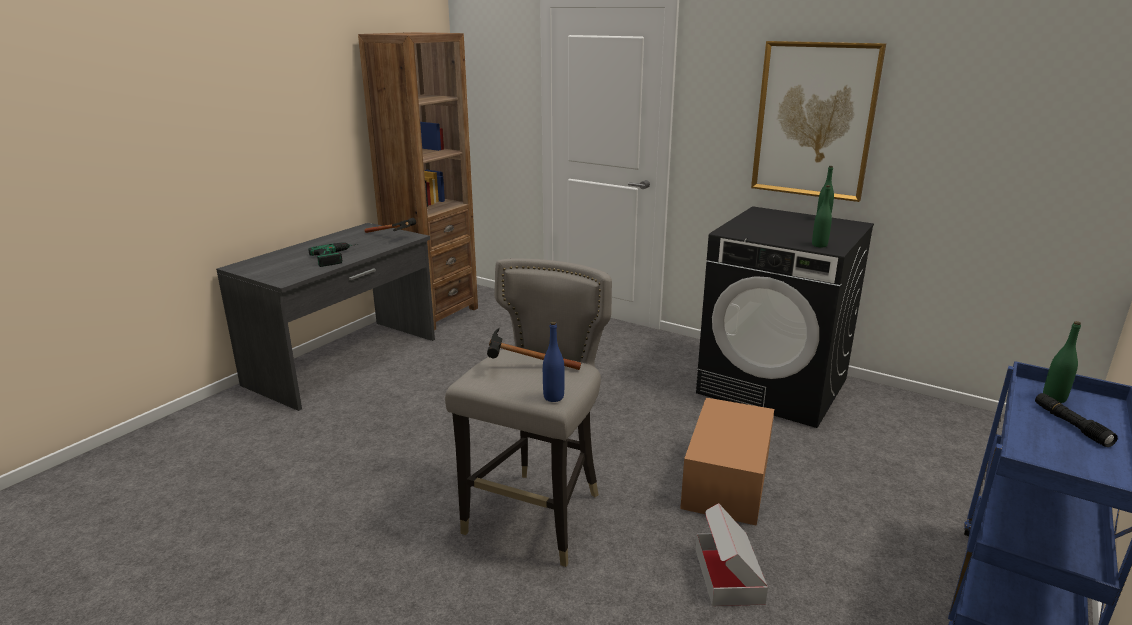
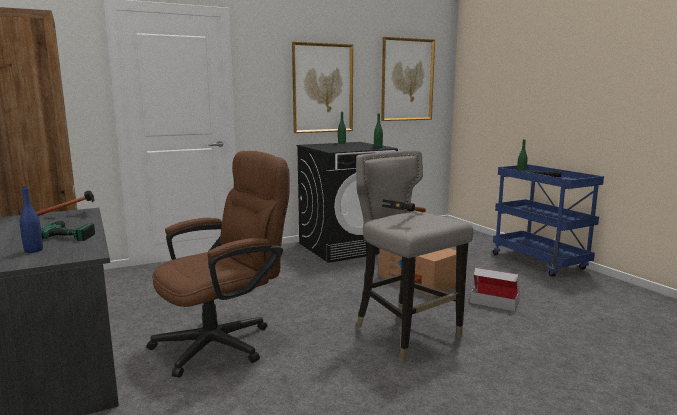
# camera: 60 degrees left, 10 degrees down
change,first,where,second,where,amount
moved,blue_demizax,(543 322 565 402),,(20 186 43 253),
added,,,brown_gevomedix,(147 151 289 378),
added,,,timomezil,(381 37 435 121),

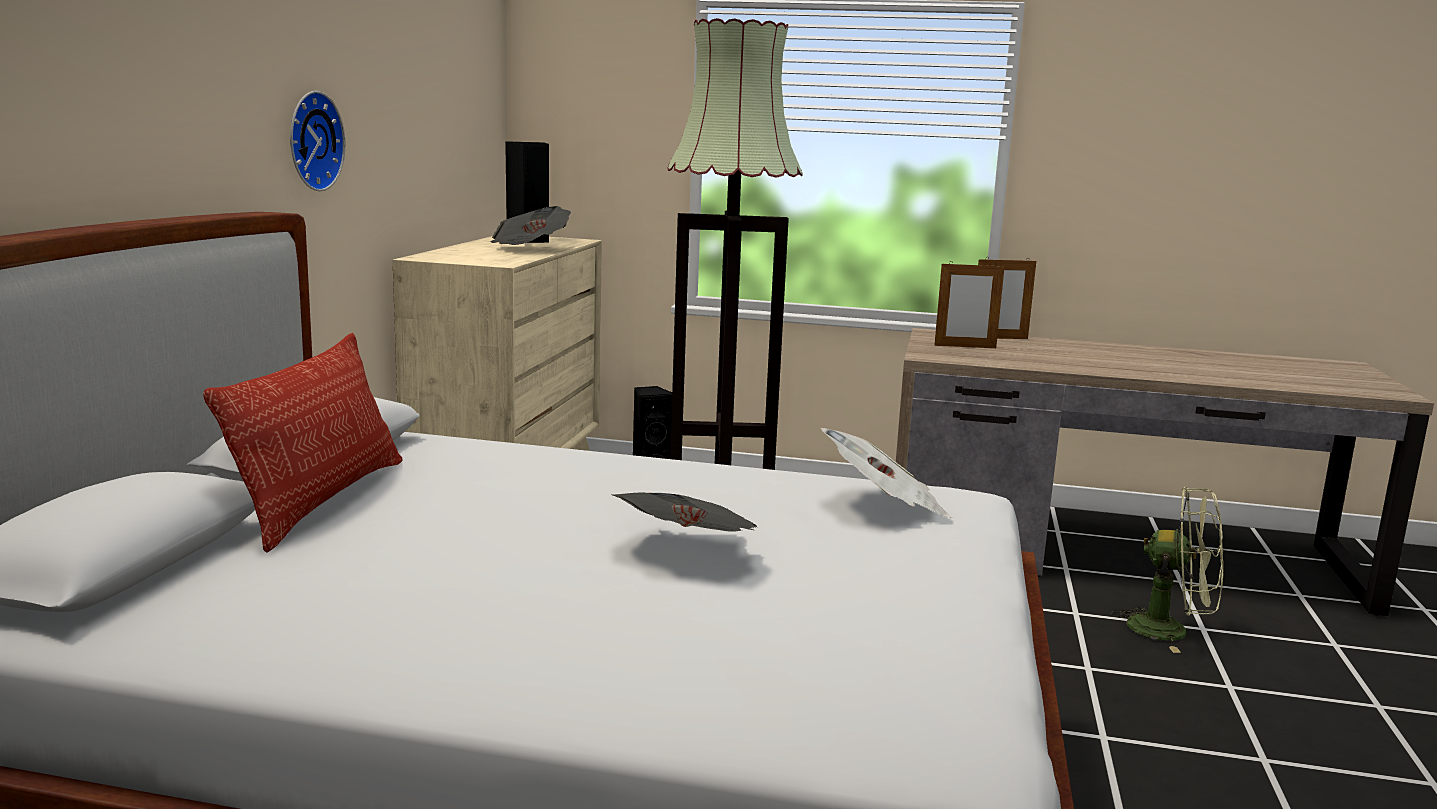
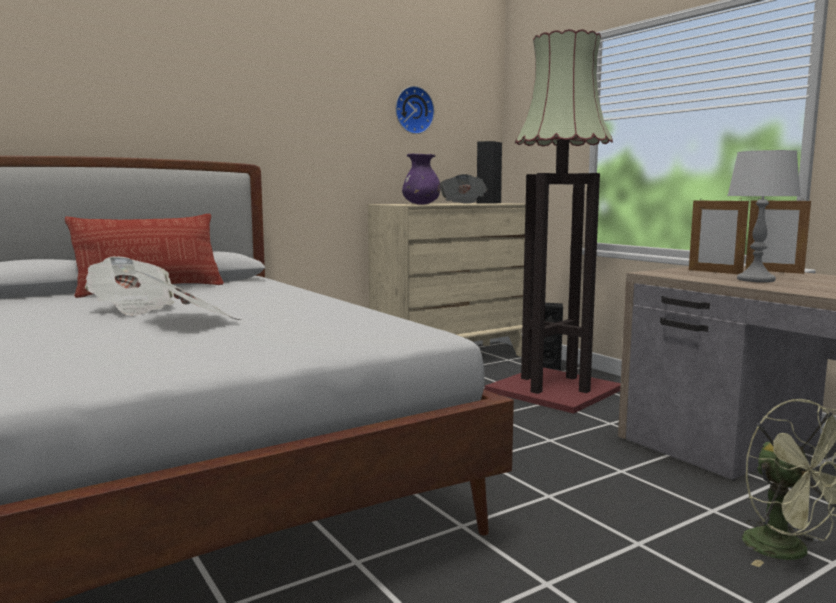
# camera: 45 degrees right, 5 degrees down
change,first,where,second,where,amount
moved,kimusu,(290 91 345 191),,(395 86 435 134),
moved,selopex,(821 428 953 518),,(85 256 174 316),
added,,,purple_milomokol,(402 154 440 205),
added,,,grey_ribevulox,(727 150 801 282),

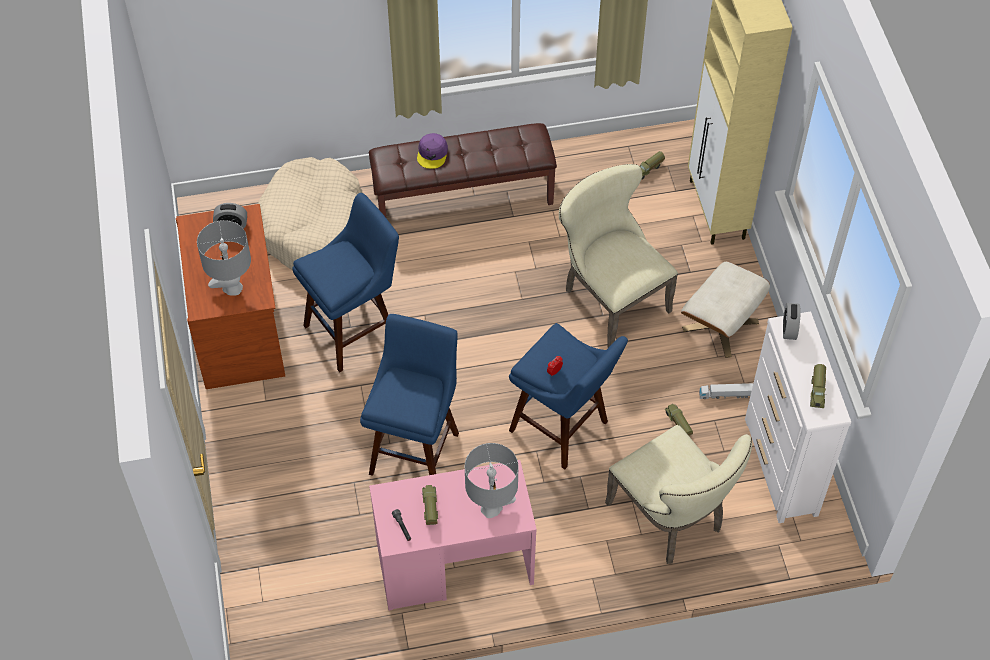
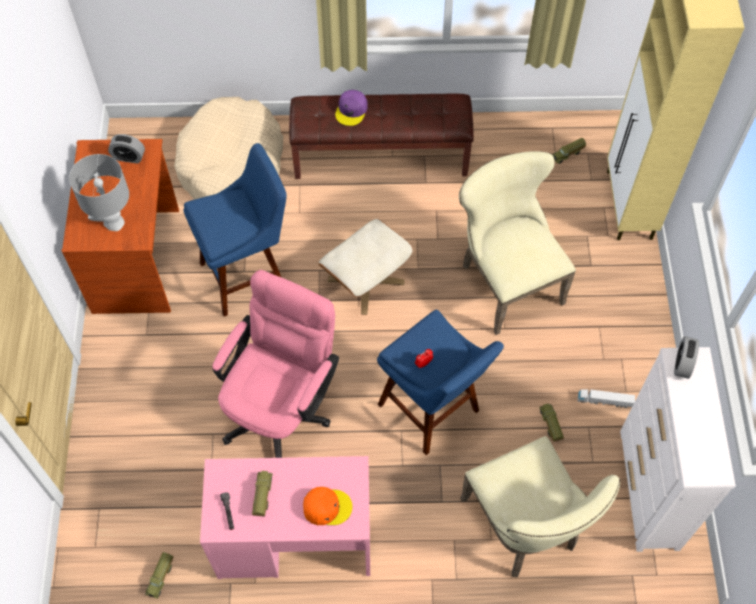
# camera: 10 degrees right, 5 degrees up
change,first,where,second,where,amount
replaced,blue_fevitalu,(360 314 459 476),pink_gevomedix,(212 270 339 458),
replaced,grey_ribevulox,(465 443 518 518),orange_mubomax,(303 487 352 525),
moved,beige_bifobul,(681 261 770 358),,(318 219 413 315),
moved,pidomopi,(810 364 827 408),,(145 552 174 599),

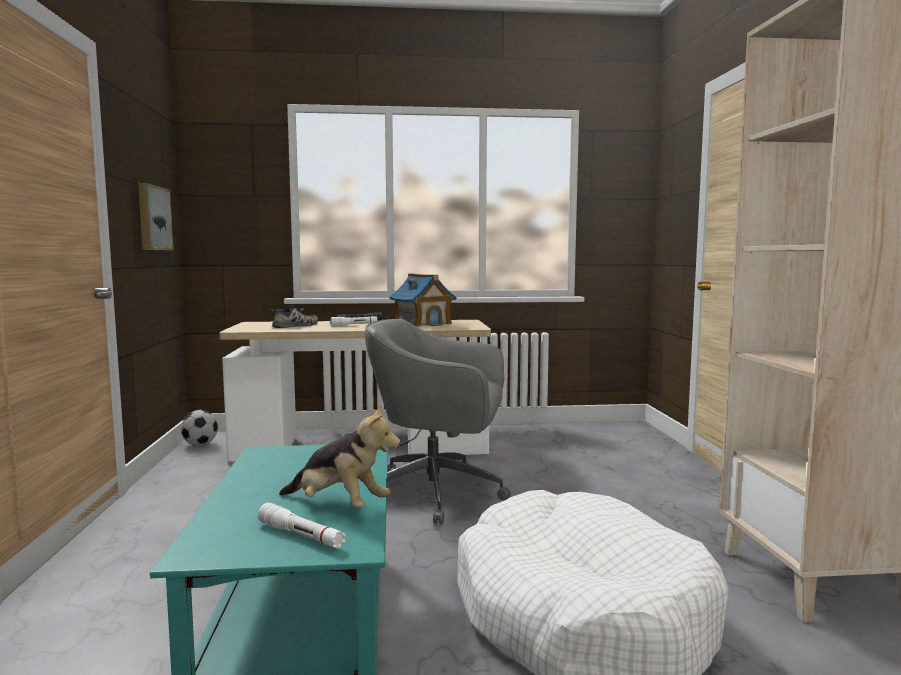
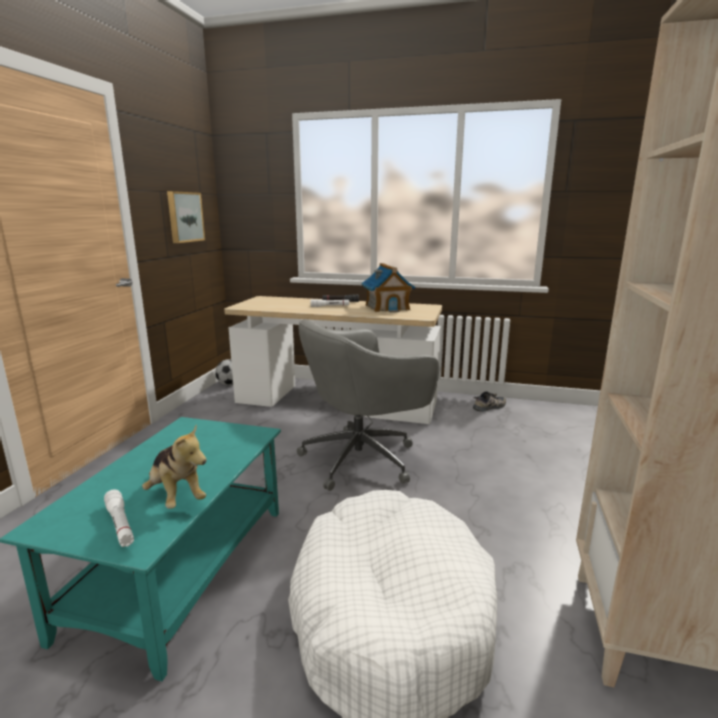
# camera: 20 degrees right, 10 degrees up
change,first,where,second,where,amount
moved,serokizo,(271 306 318 328),,(473 391 506 412),
turned,grey_gevomedix,(364 319 511 525),,(297 319 439 491),60 degrees counterclockwise

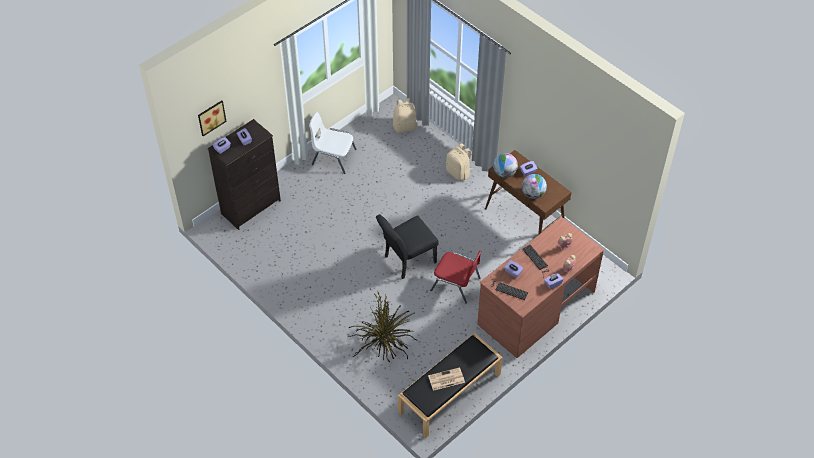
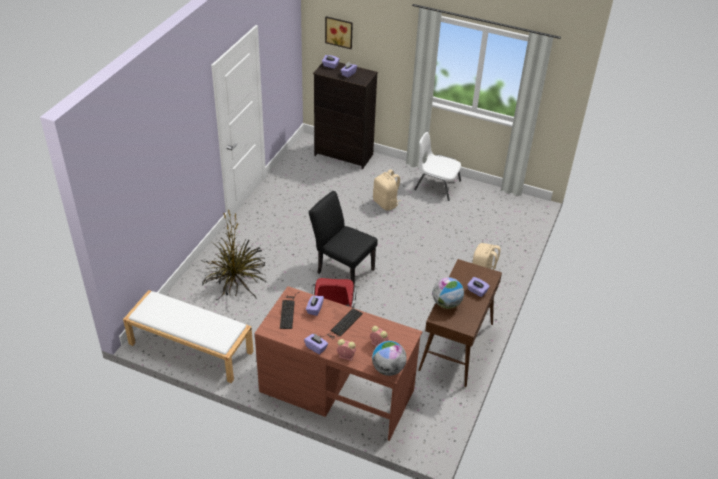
# camera: 65 degrees right, 10 degrees down
change,first,where,second,where,amount
turned,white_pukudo,(309 112 357 174),,(414 132 461 201),60 degrees counterclockwise
moved,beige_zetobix,(393 98 417 133),,(373 169 401 210),
recoloured,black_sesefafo,(398 333 503 438),white_sesefafo,(123 290 253 383),
removed,selopex,(428 367 465 391),,,
moved,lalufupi,(493 153 518 178),,(372 341 407 376),

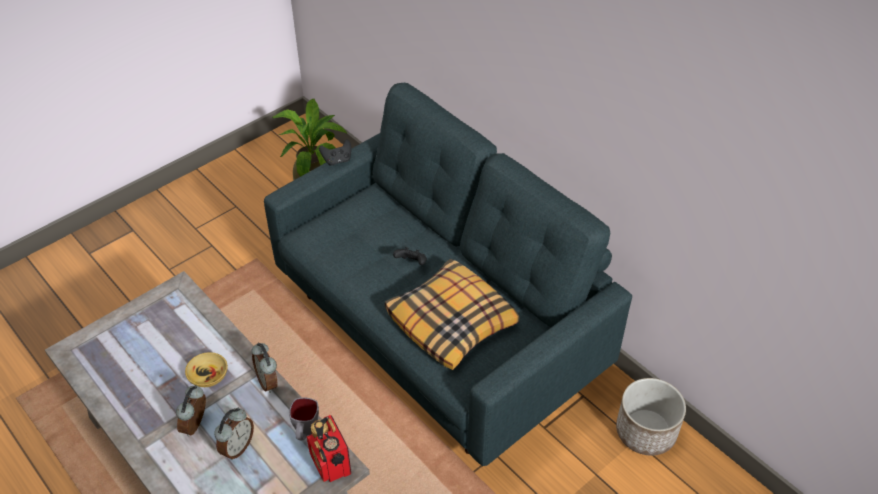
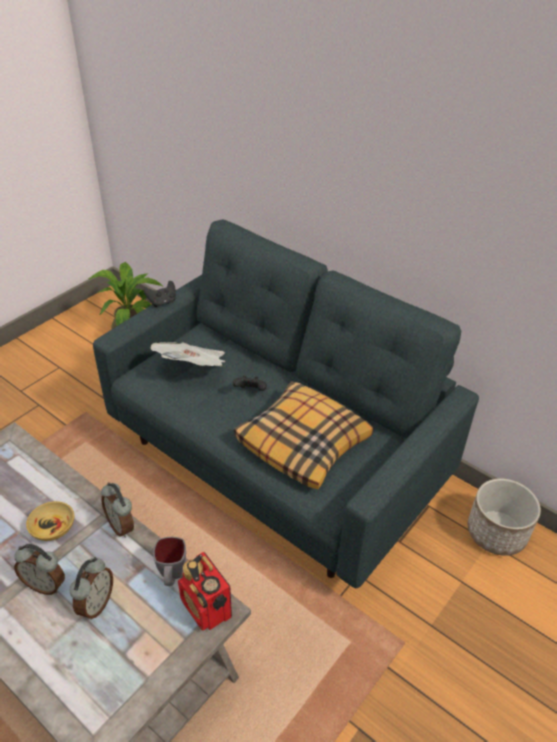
# camera: 10 degrees left, 5 degrees down
change,first,where,second,where,amount
turned,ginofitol,(176 385 206 436),,(14 544 65 595),75 degrees counterclockwise
added,,,selopex,(151 342 225 366),

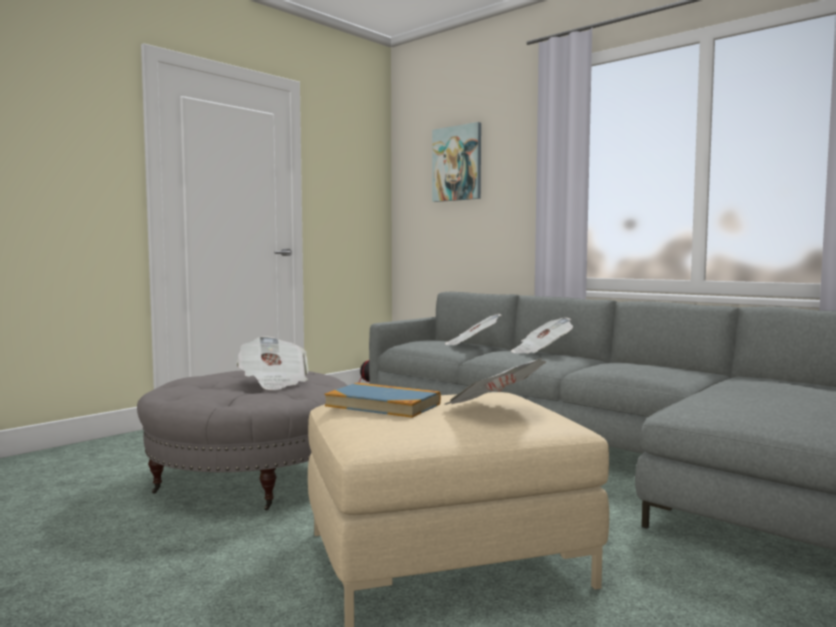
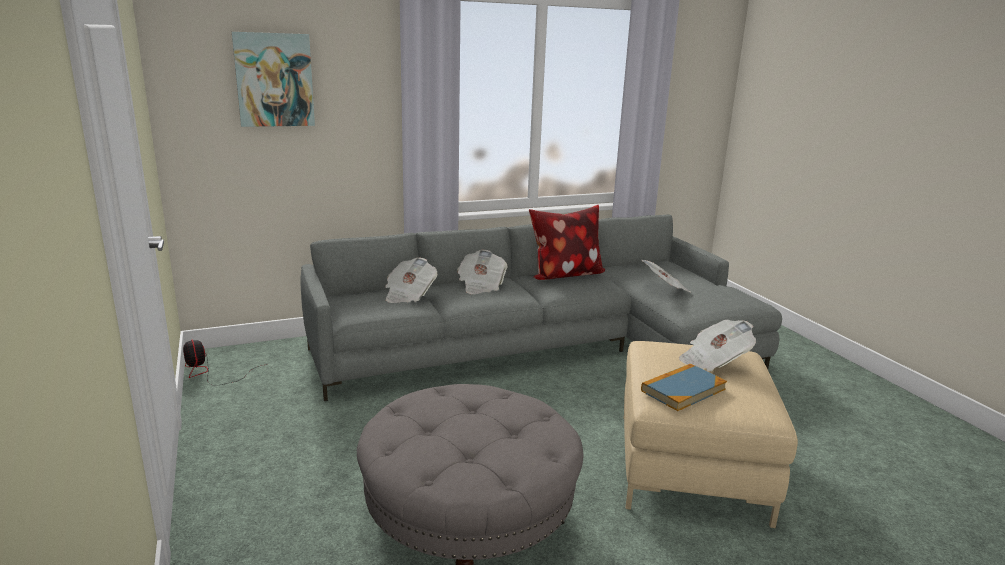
# camera: 65 degrees left, 15 degrees up
change,first,where,second,where,amount
moved,selopex,(236 336 308 390),,(640 259 690 292),
added,,,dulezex,(529 205 605 280),

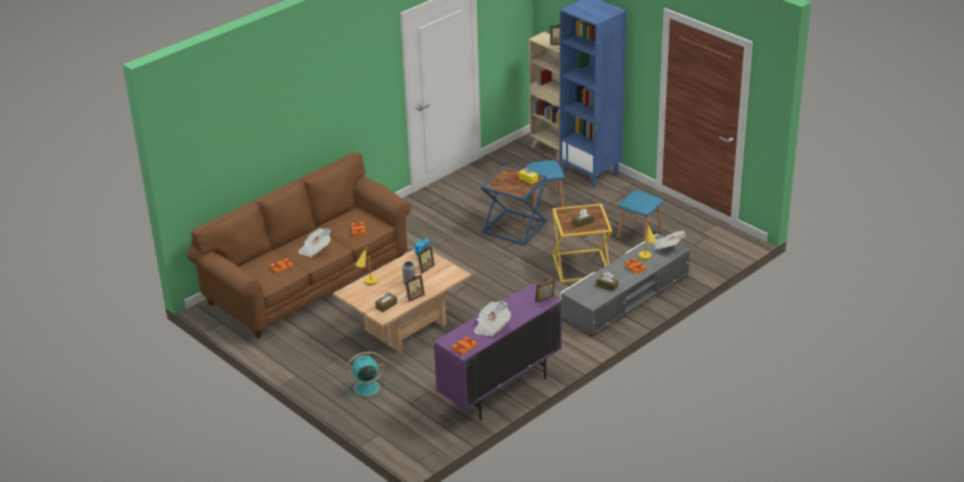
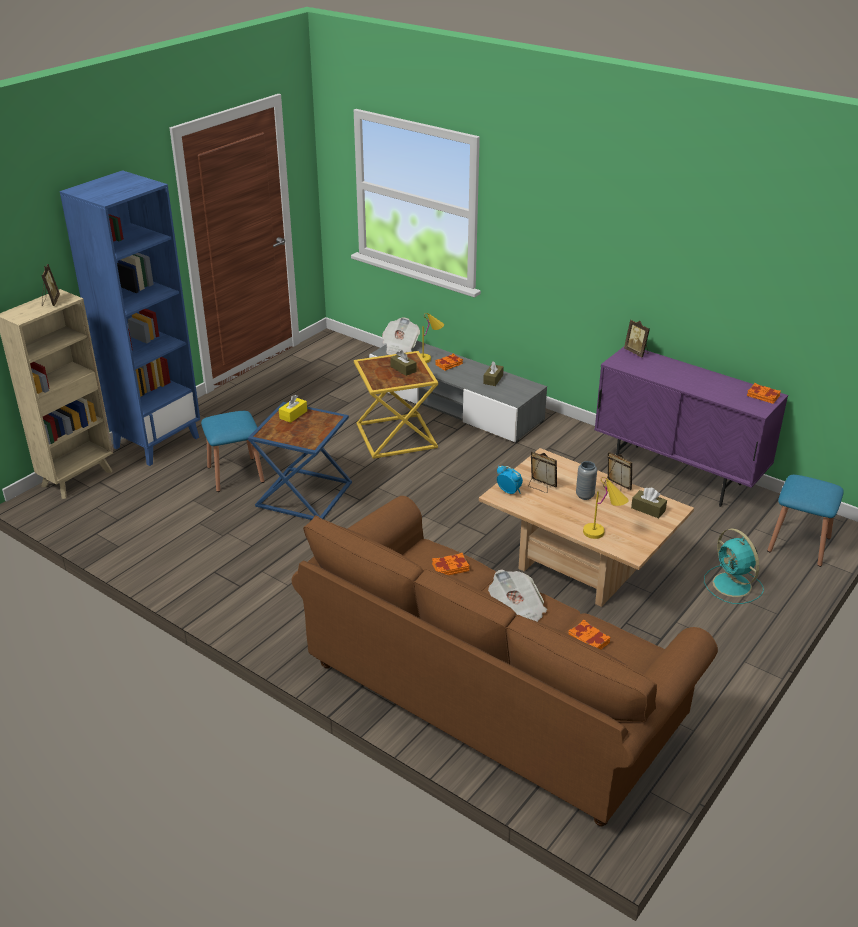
# camera: 100 degrees left, 0 degrees up
change,first,where,second,where,amount
removed,selopex,(474 301 511 337),,,
moved,blue_fevitalu,(617 190 663 241),,(767 475 844 567),

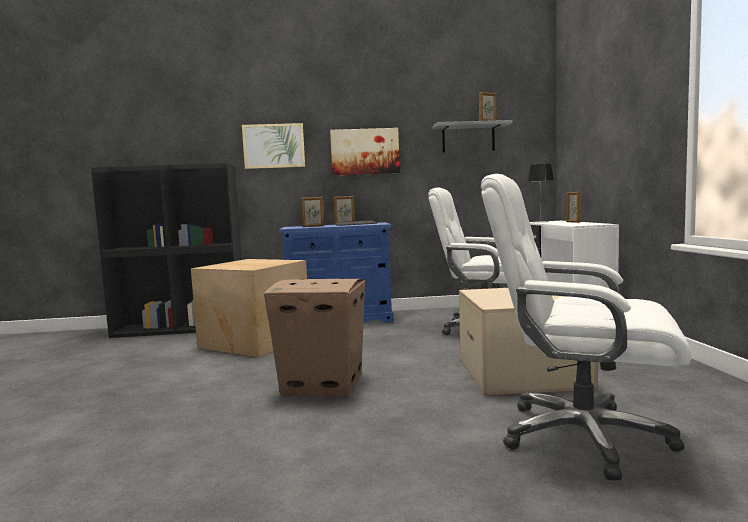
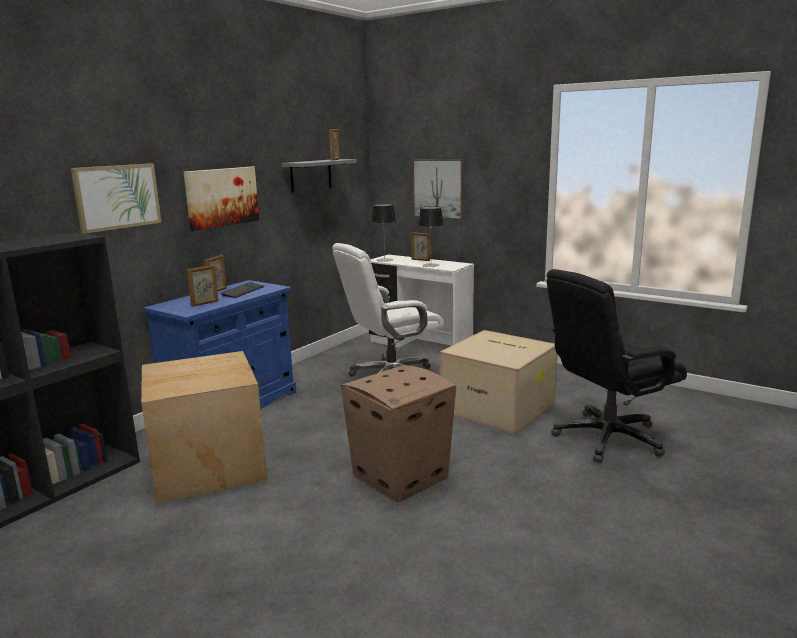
# camera: 50 degrees left, 10 degrees up
change,first,where,second,where,amount
recoloured,white_gevomedix,(481 174 691 480),black_gevomedix,(546 269 687 462),
added,,,timomezil,(412 159 464 220),
added,,,ribevulox,(418 206 444 267),

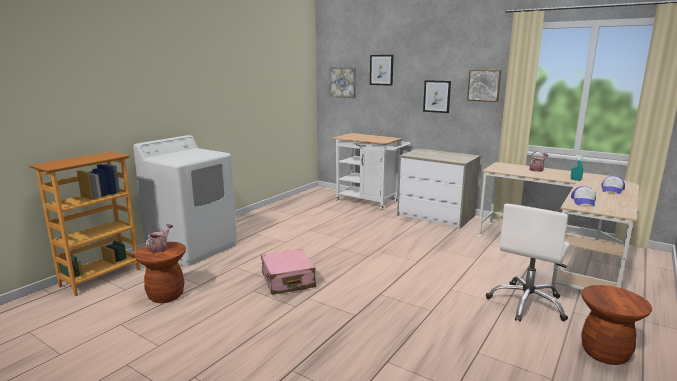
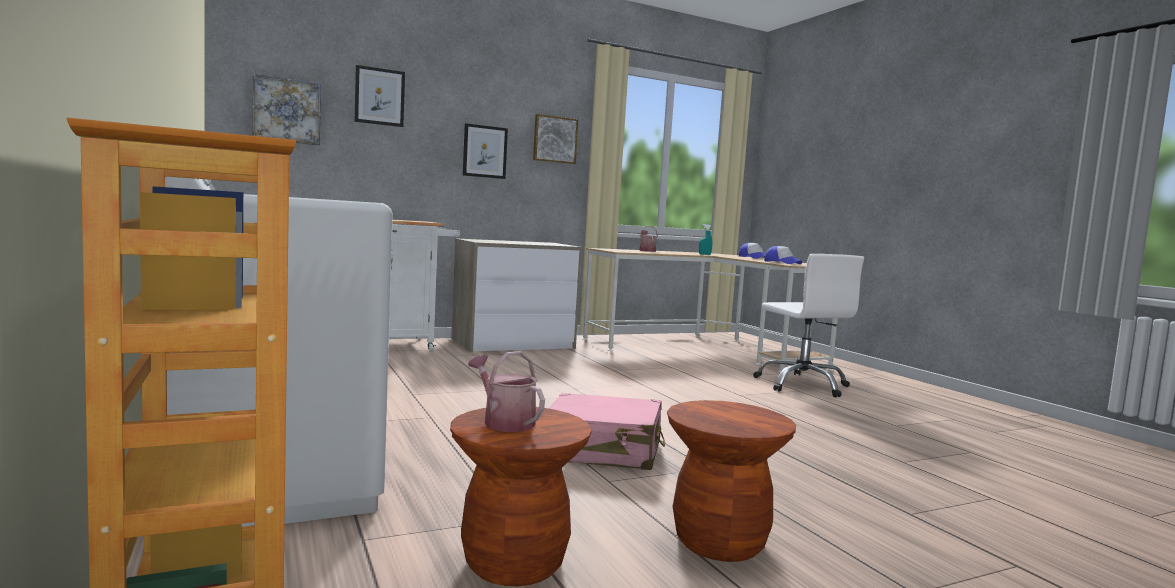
# camera: 60 degrees left, 10 degrees down
change,first,where,second,where,amount
moved,brown_fevitalu,(581 285 652 365),,(667 400 796 562),

